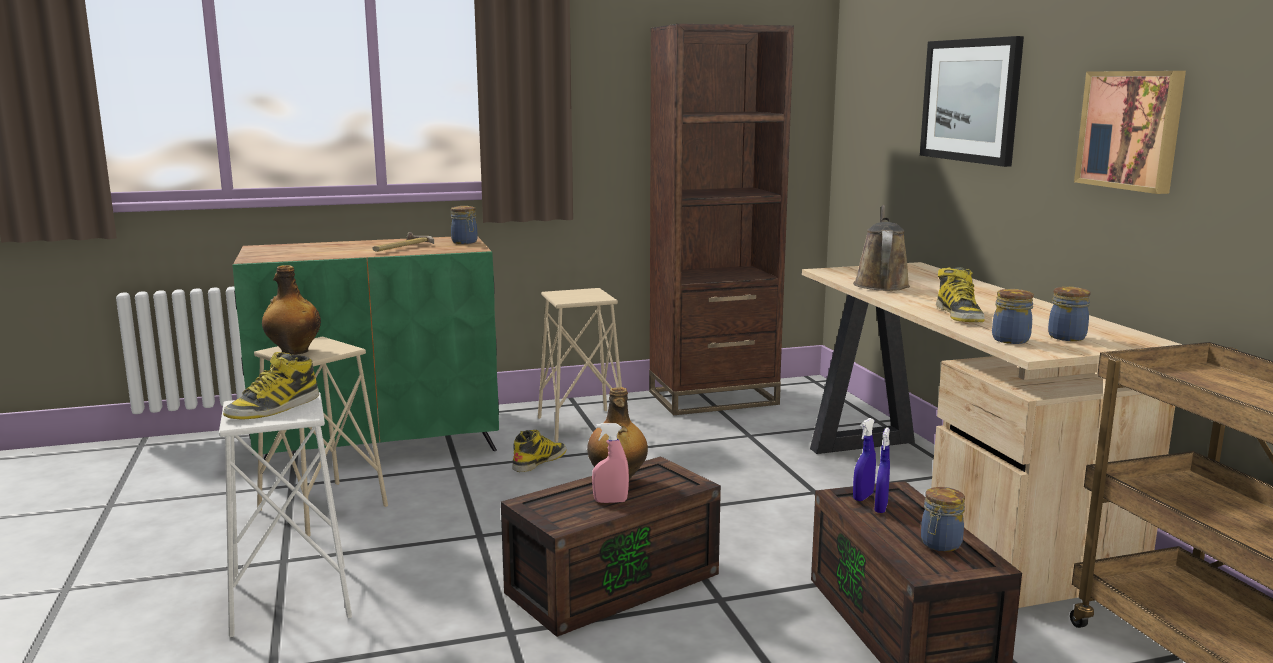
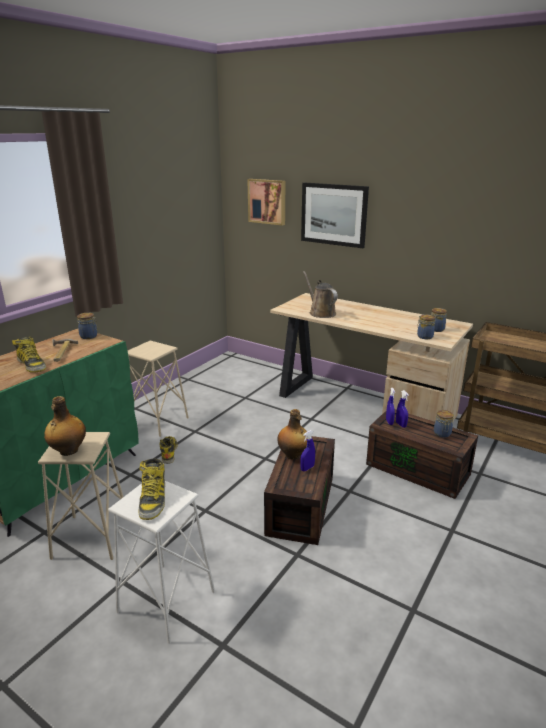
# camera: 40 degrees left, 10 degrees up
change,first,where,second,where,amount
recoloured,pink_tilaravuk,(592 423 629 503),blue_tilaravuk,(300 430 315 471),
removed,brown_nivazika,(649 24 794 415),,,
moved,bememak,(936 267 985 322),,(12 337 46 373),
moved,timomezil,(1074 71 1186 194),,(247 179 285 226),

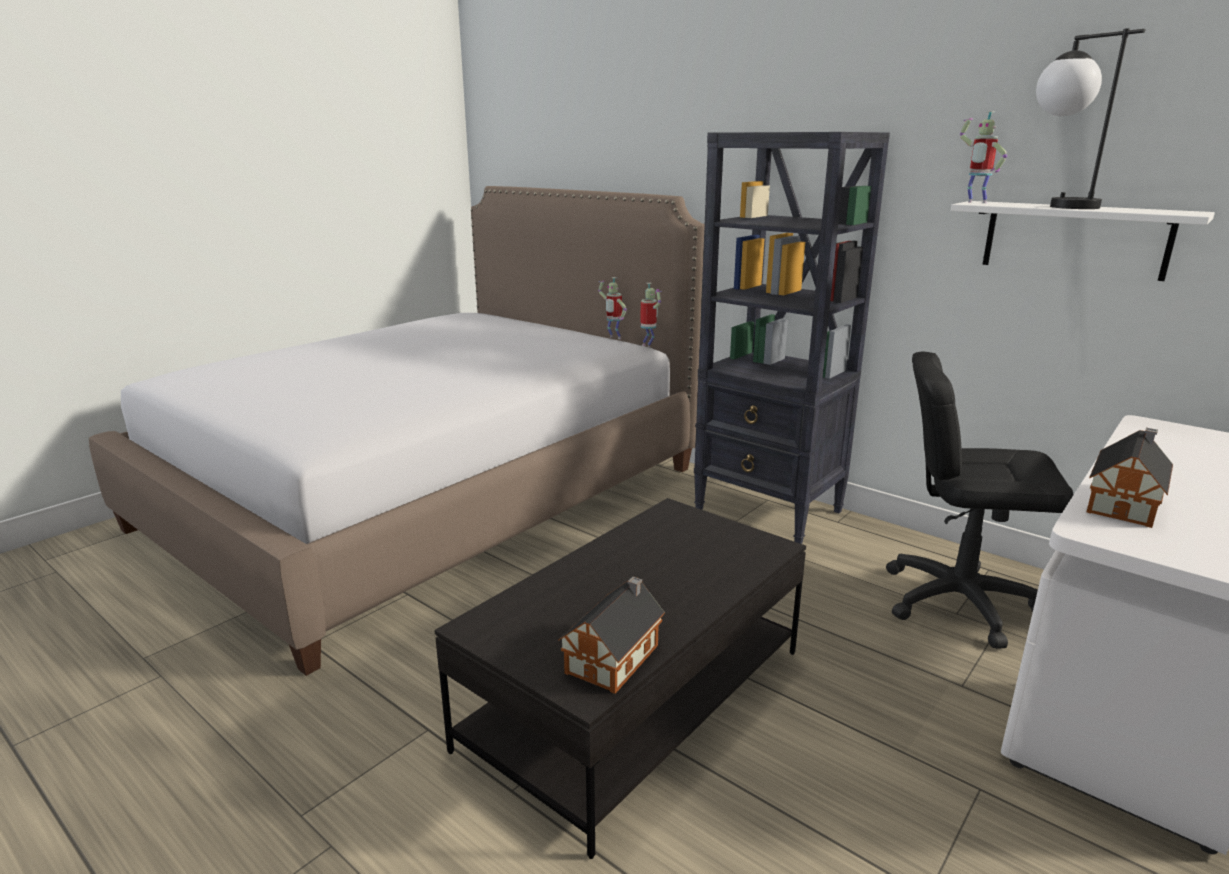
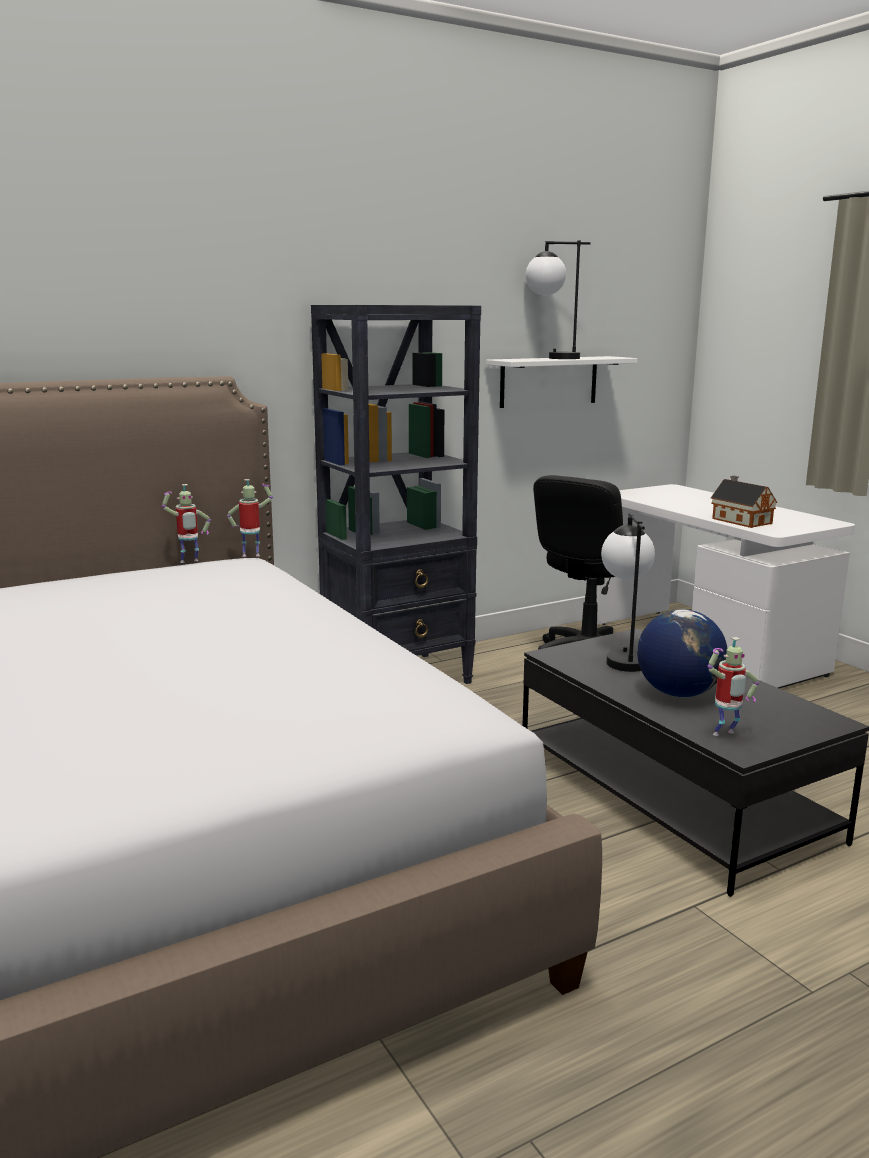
# camera: 70 degrees left, 5 degrees down
change,first,where,second,where,amount
removed,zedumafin,(558 577 665 694),,,
moved,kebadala,(960 111 1007 203),,(707 637 759 736),
added,,,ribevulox,(601 513 655 672),
added,,,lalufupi,(637 609 727 697),

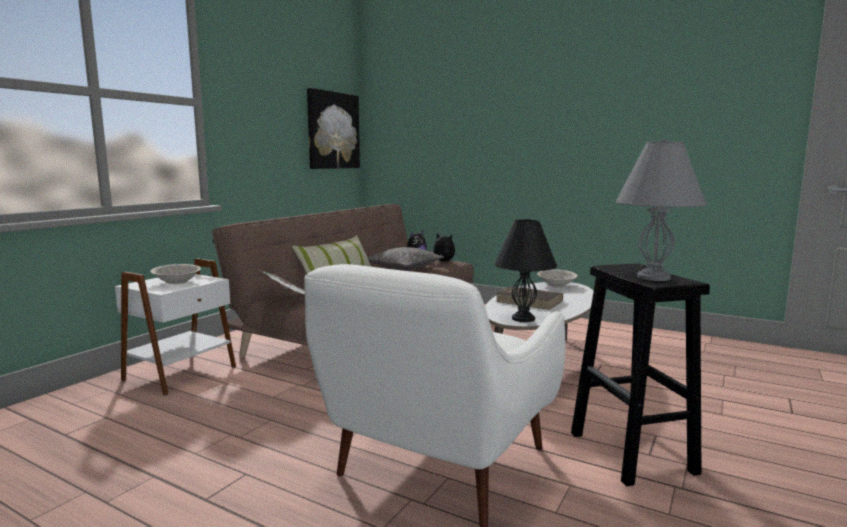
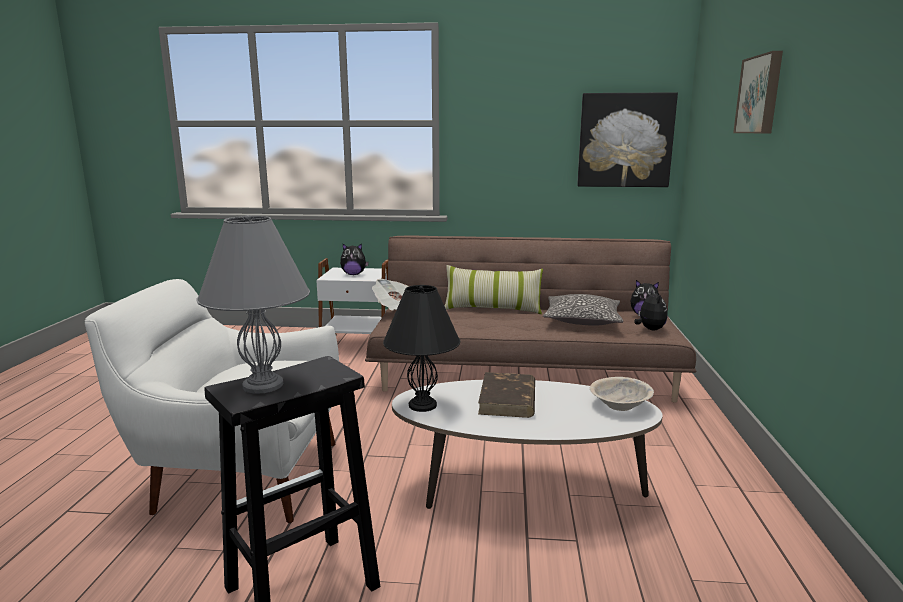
# camera: 65 degrees right, 5 degrees up
change,first,where,second,where,amount
replaced,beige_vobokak,(150 264 201 284),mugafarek,(340 243 369 275),
added,,,timomezil,(733 51 783 133),

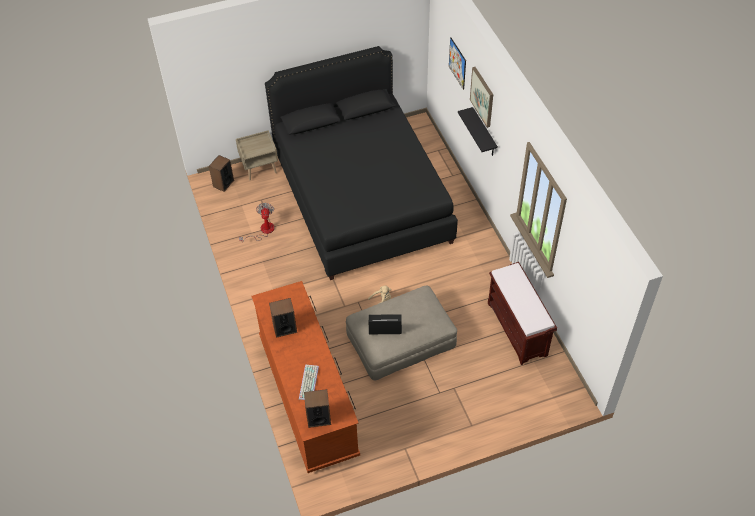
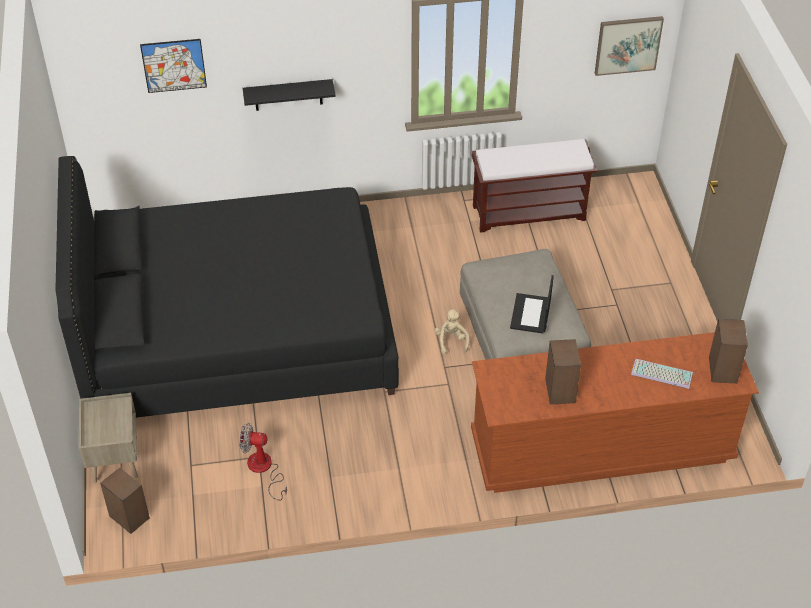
# camera: 80 degrees left, 5 degrees down
change,first,where,second,where,amount
moved,timomezil,(470 67 493 128),,(595 16 664 76),

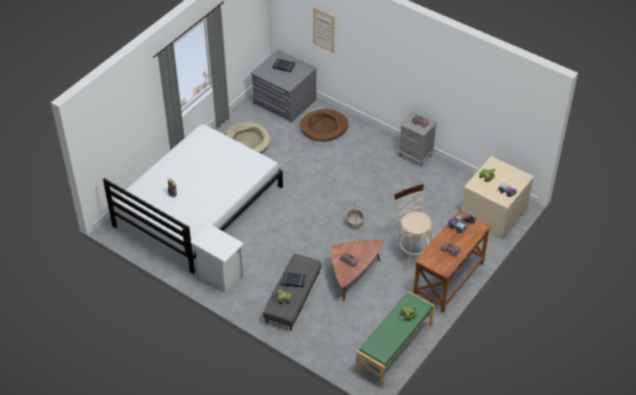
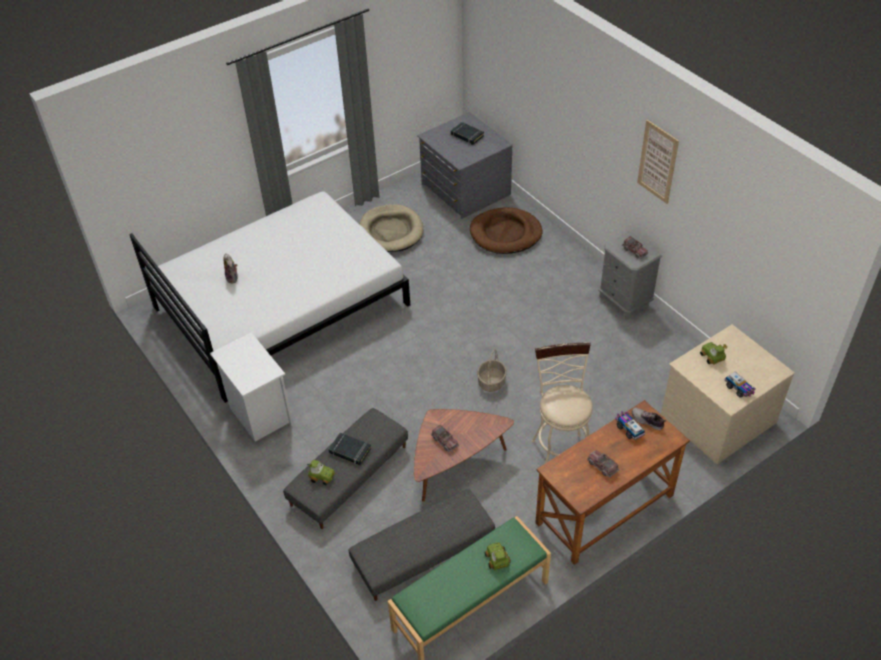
# camera: 20 degrees right, 0 degrees up
change,first,where,second,where,amount
moved,timomezil,(313 7 335 53),,(637 120 679 204),
added,,,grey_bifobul,(348 489 495 601),

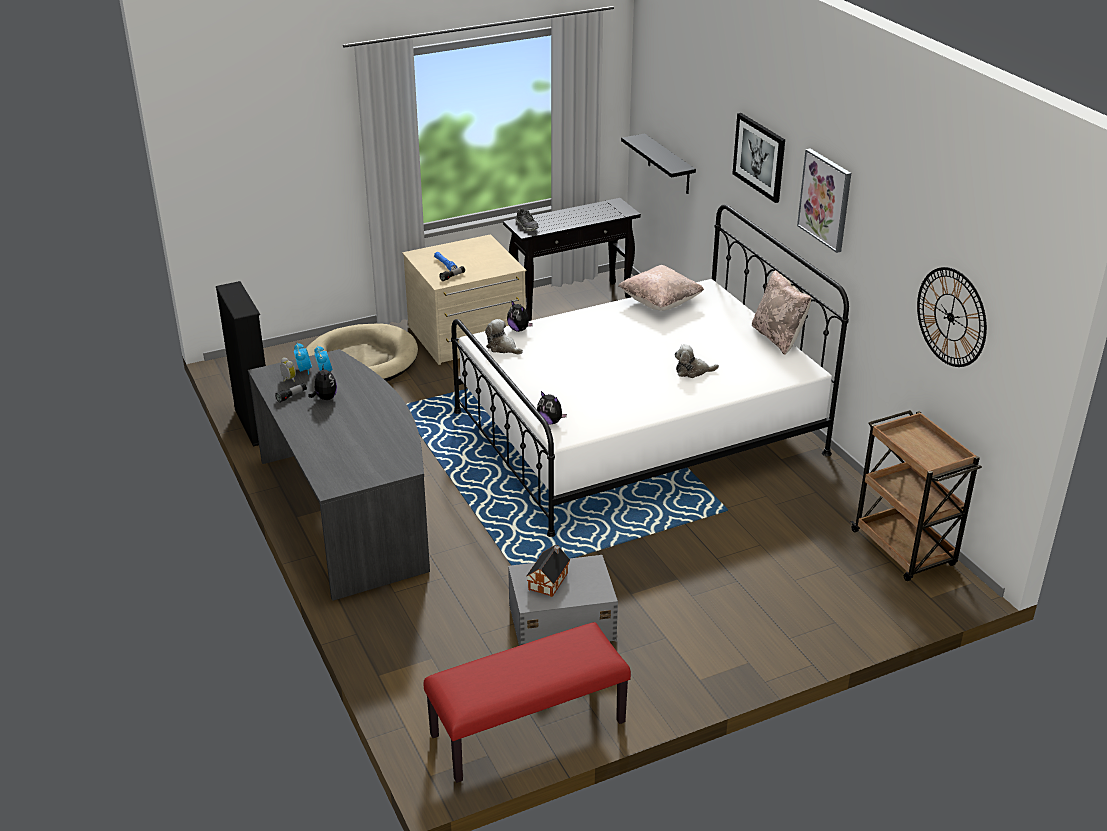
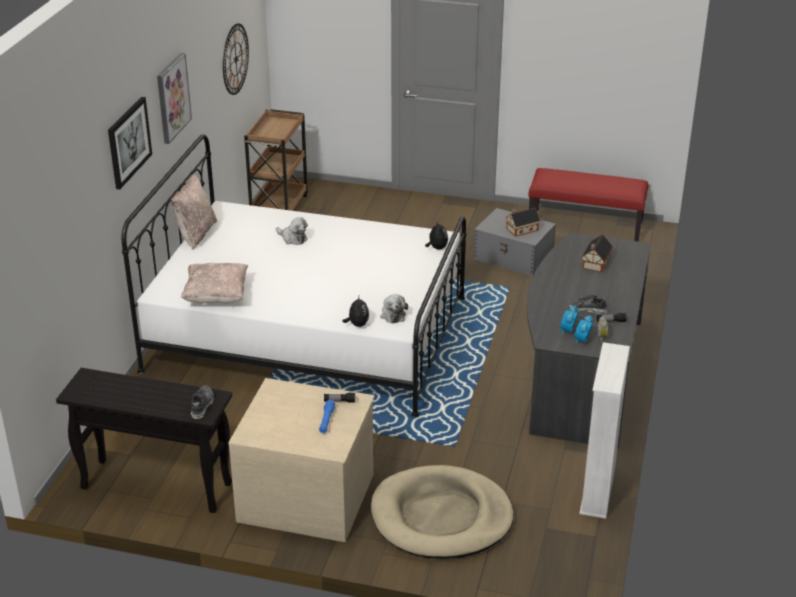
# camera: 140 degrees left, 0 degrees up
change,first,where,second,where,amount
recoloured,black_nivazika,(216 281 266 446),white_nivazika,(579 342 630 519),
replaced,mugafarek,(308 367 337 400),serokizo,(568 295 607 314),
removed,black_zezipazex,(621 133 696 194),,,
added,,,zedumafin,(581 235 613 273),

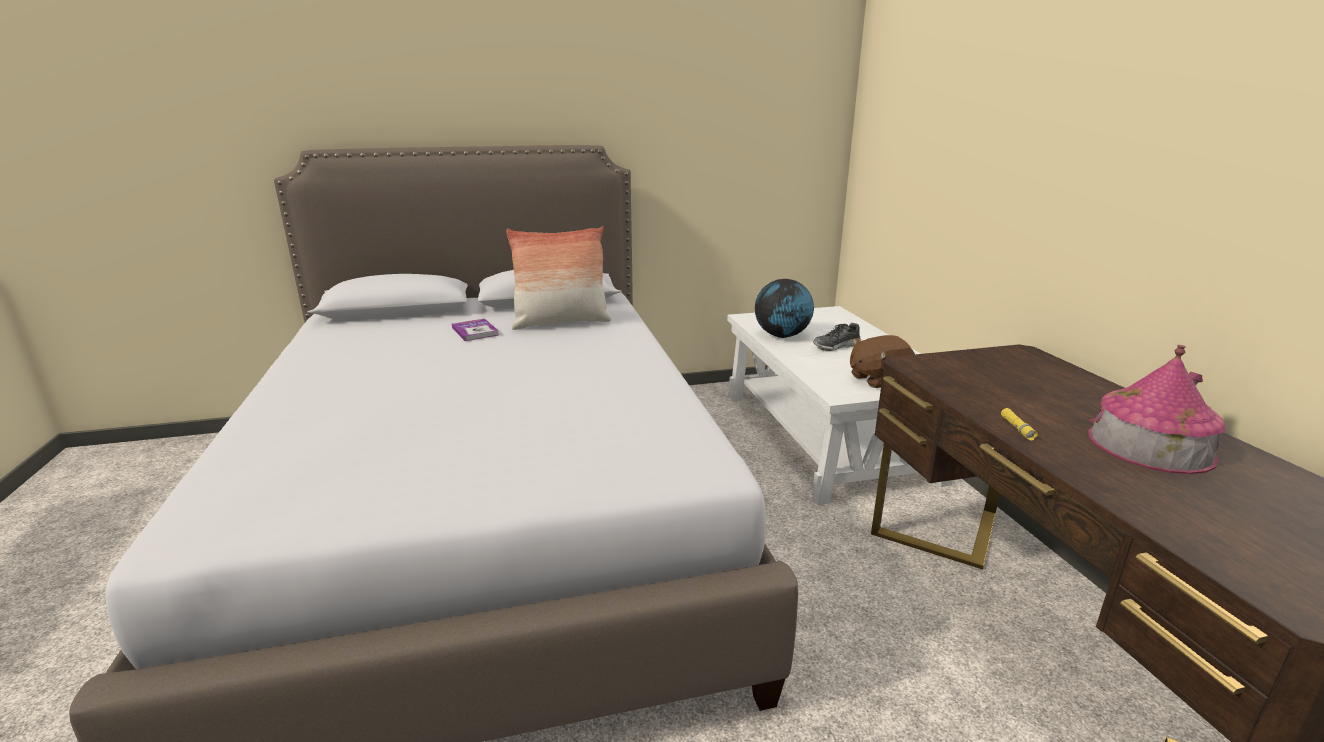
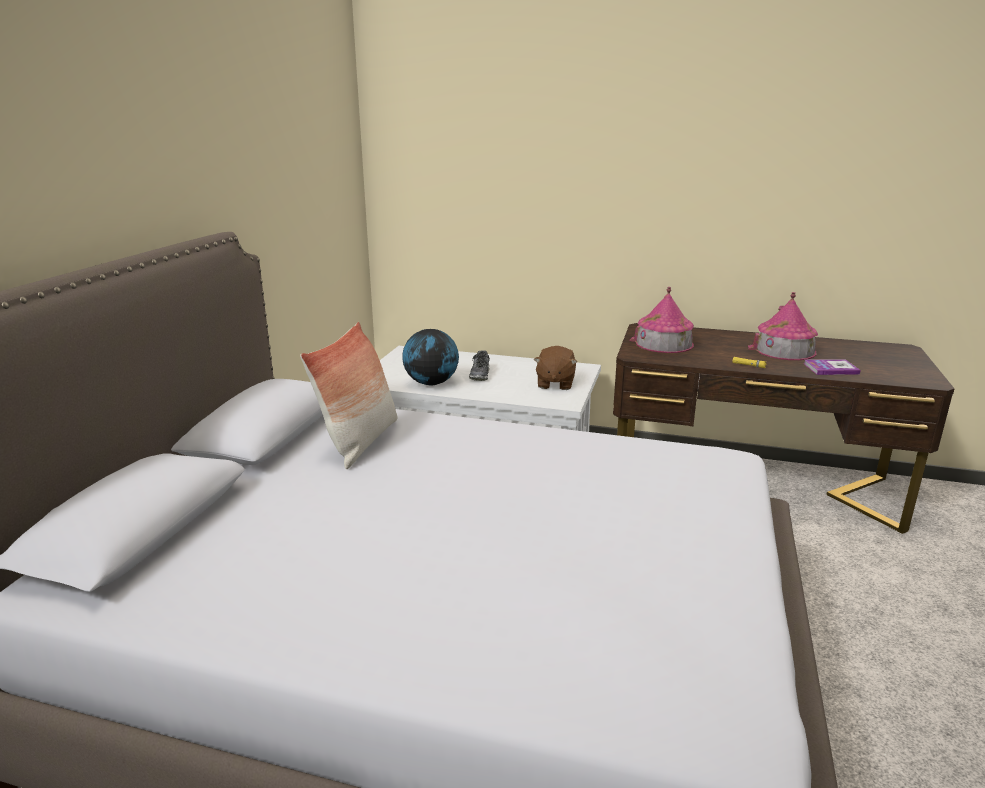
# camera: 60 degrees left, 0 degrees up
change,first,where,second,where,amount
moved,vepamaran,(452 318 499 341),,(804 359 861 375),
added,,,zedumafin,(629 287 694 353),

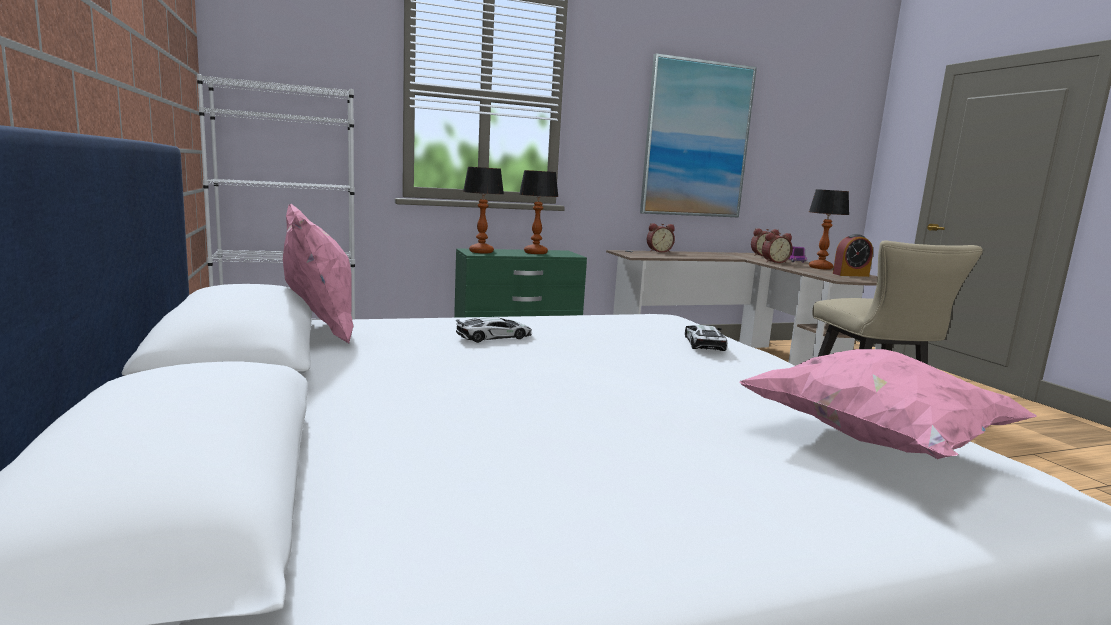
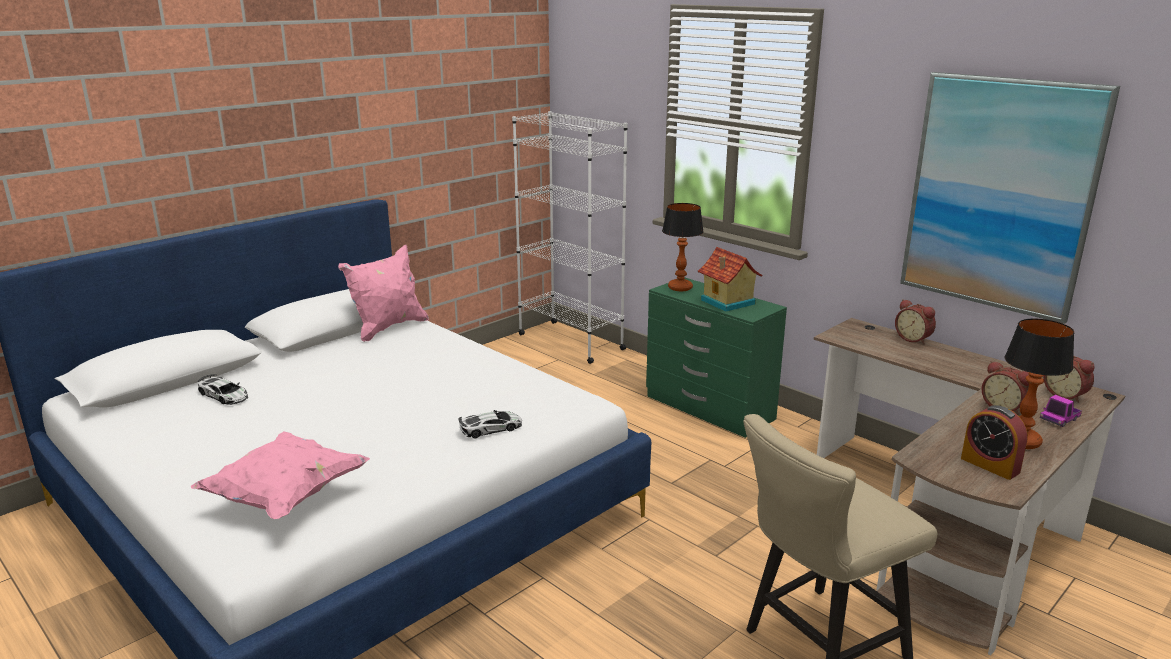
# camera: 65 degrees right, 10 degrees up
change,first,where,second,where,amount
moved,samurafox,(456 317 532 343),,(198 374 248 405),
replaced,ribevulox,(519 170 559 254),zedumafin,(698 247 763 311),

